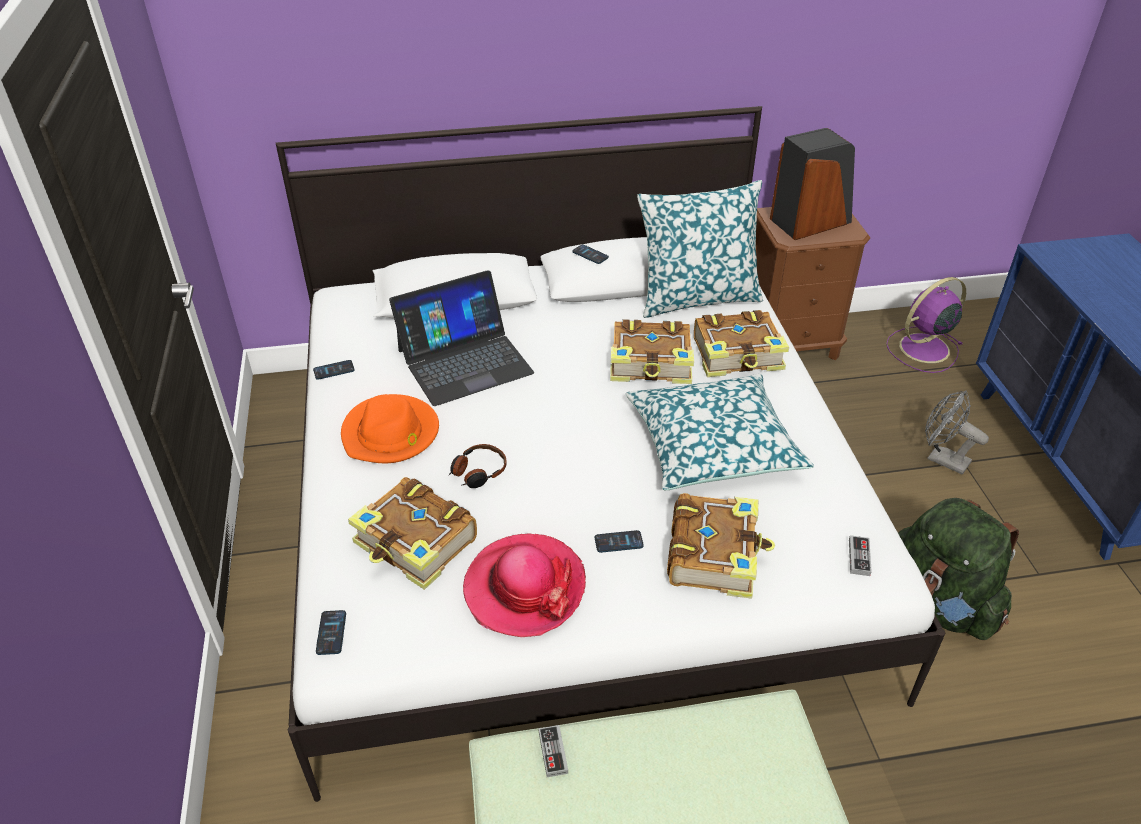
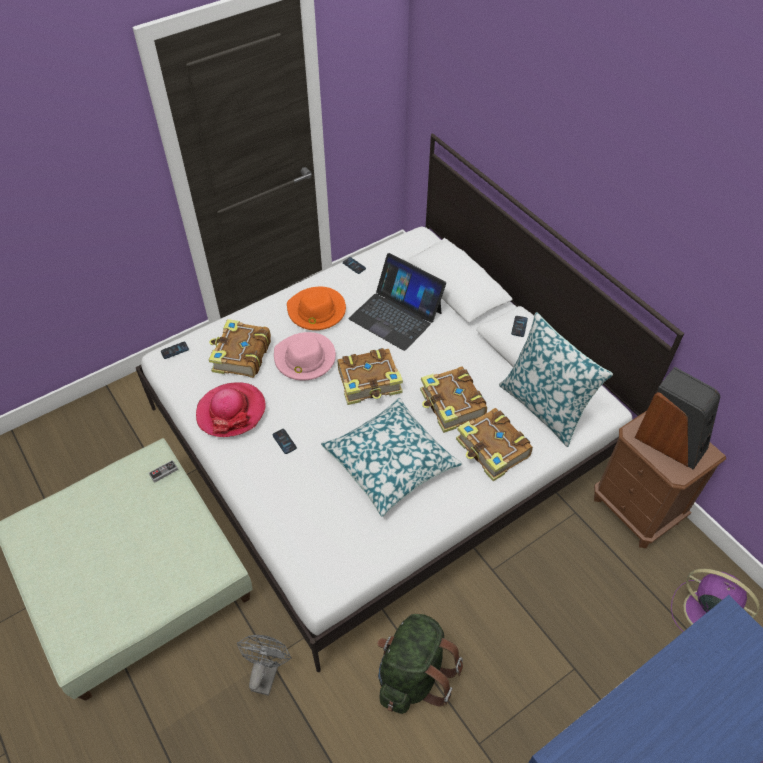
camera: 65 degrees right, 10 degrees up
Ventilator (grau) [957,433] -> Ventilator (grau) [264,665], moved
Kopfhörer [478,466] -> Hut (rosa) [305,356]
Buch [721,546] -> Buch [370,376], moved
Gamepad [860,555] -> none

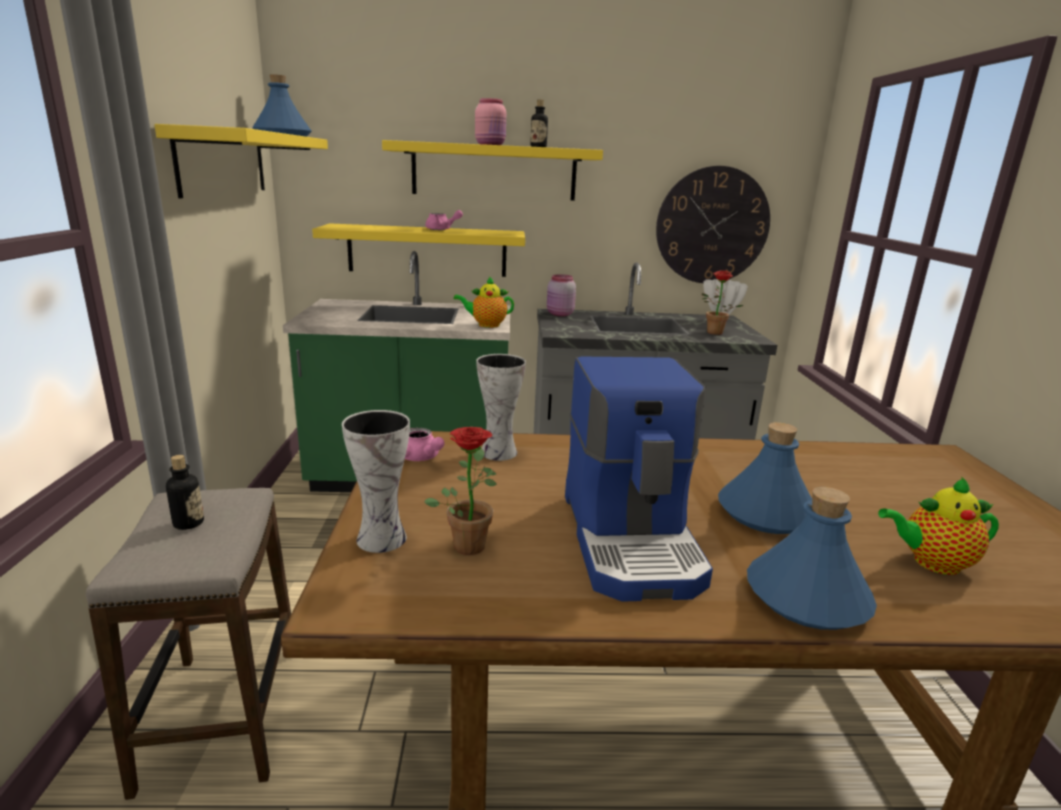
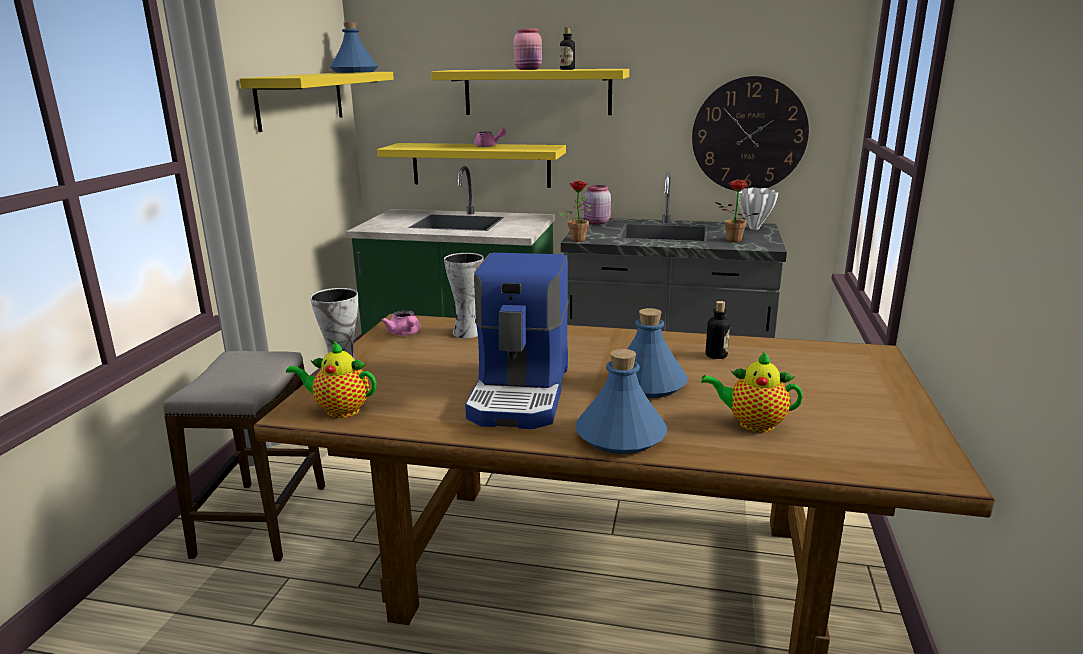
camera: 15 degrees right, 0 degrees up
Teekanne [484,302] -> Teekanne [331,379], moved
Topfpflanze [460,491] -> Topfpflanze [575,211], moved
Flasche [185,492] -> Flasche [718,330], moved

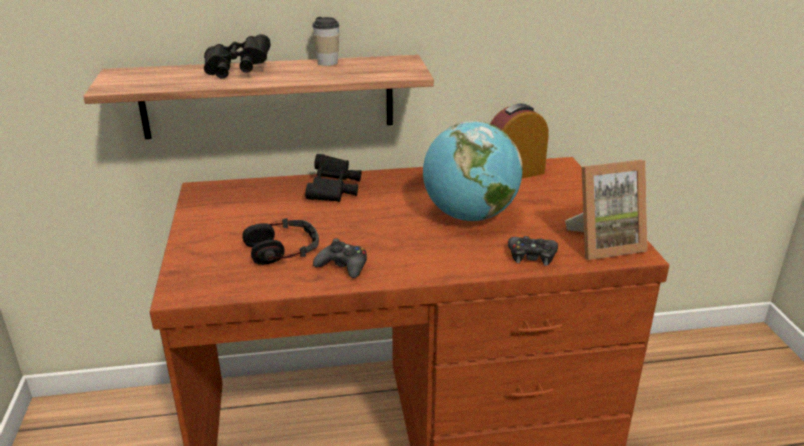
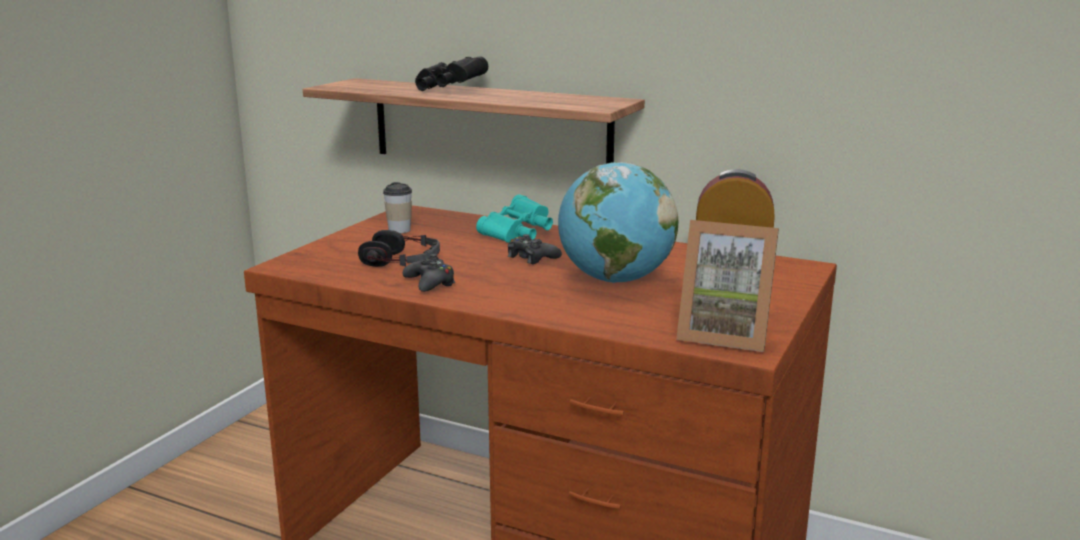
camera: 35 degrees right, 10 degrees down
Tasse [326,41] -> Tasse [397,208], moved
Fernglas (schwarz) [333,178] -> Fernglas (türkis) [514,218]
Gamepad (schwarz) [533,251] -> Gamepad (schwarz) [535,249], moved

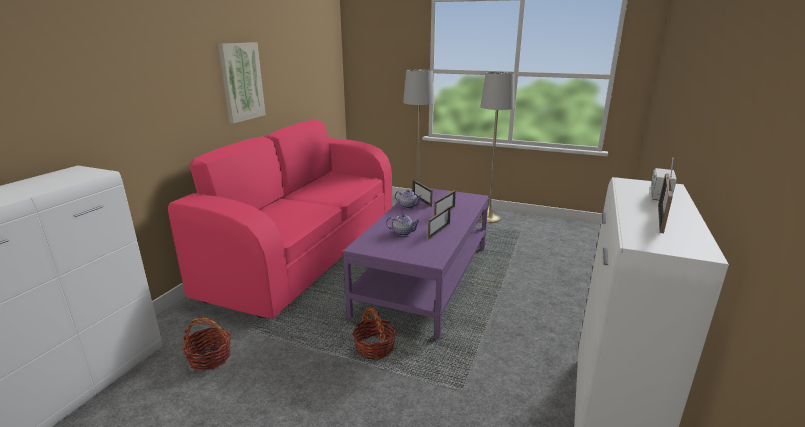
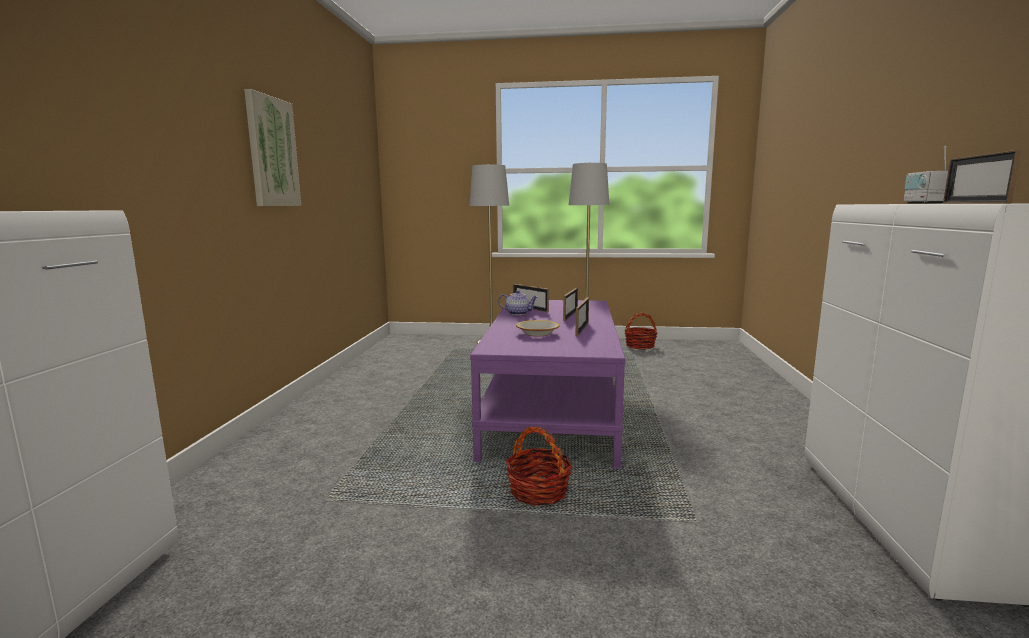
camera: 15 degrees left, 10 degrees down
Teekanne [403,225] -> Schüssel [538,328]
Korb [206,344] -> Korb [641,331], moved
Sofa (rosa) [280,218] -> none

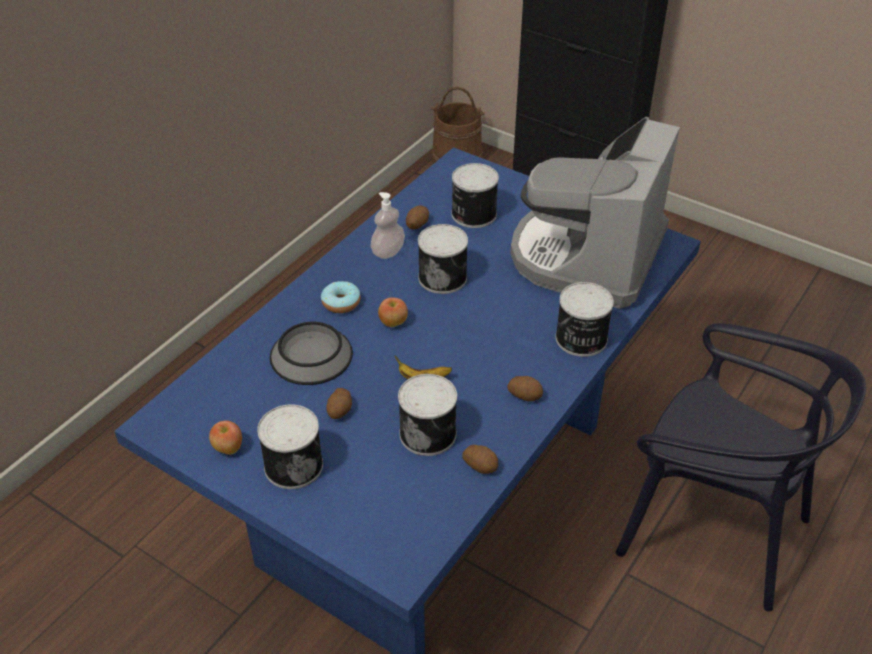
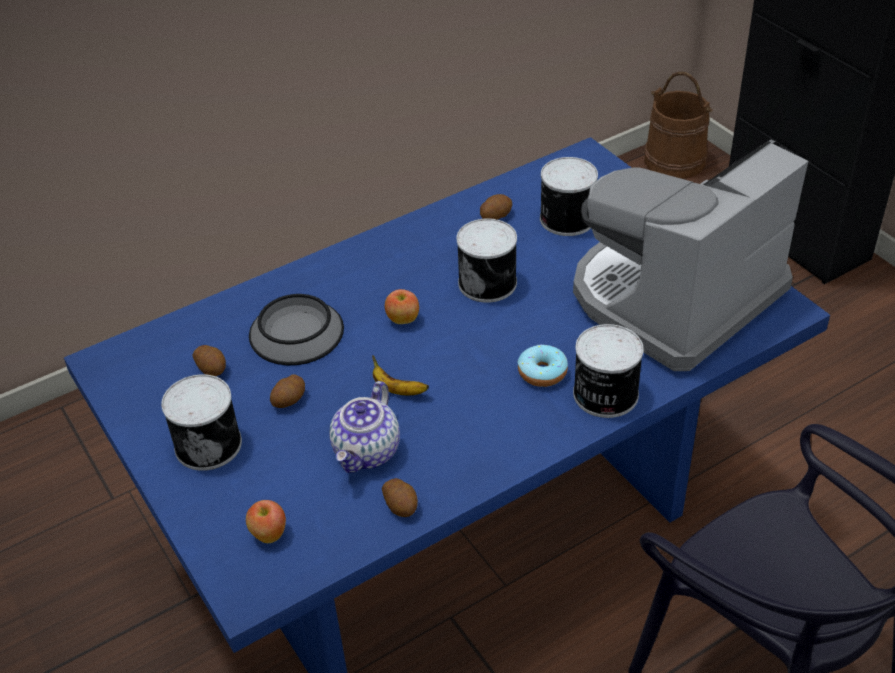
camera: 25 degrees right, 0 degrees up
Kartoffel [525,388] -> Kartoffel [209,360], moved
Apfel [225,438] -> Apfel [266,521], moved
Dose [427,415] -> Teekanne [364,427]
Donut [341,297] -> Donut [543,366], moved
Seifenspender [387,225] -> none

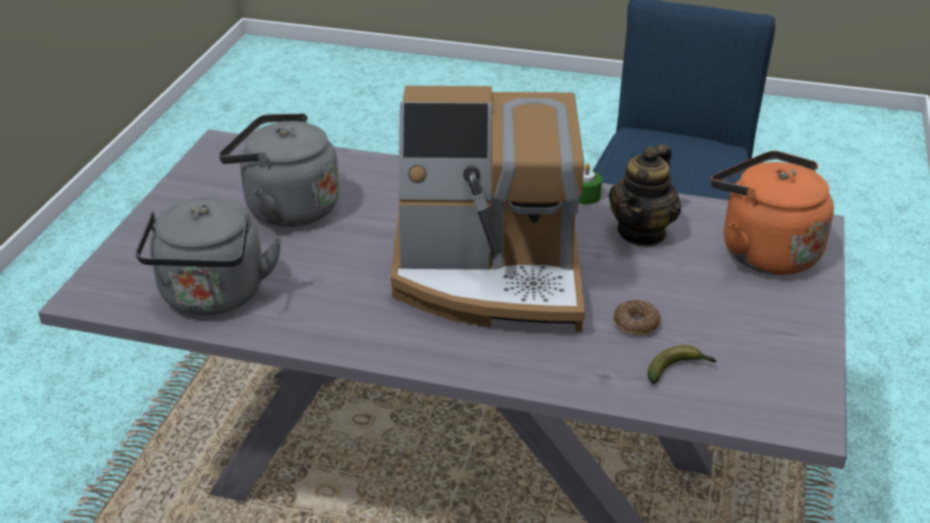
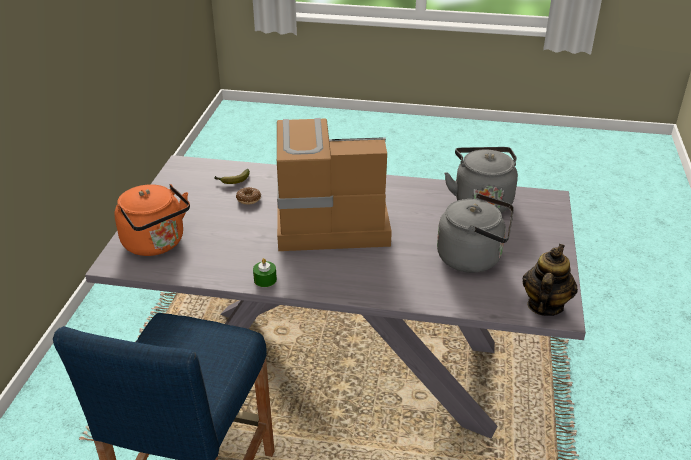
camera: 175 degrees right, 0 degrees up
Teekanne [645,195] -> Teekanne [550,280], moved

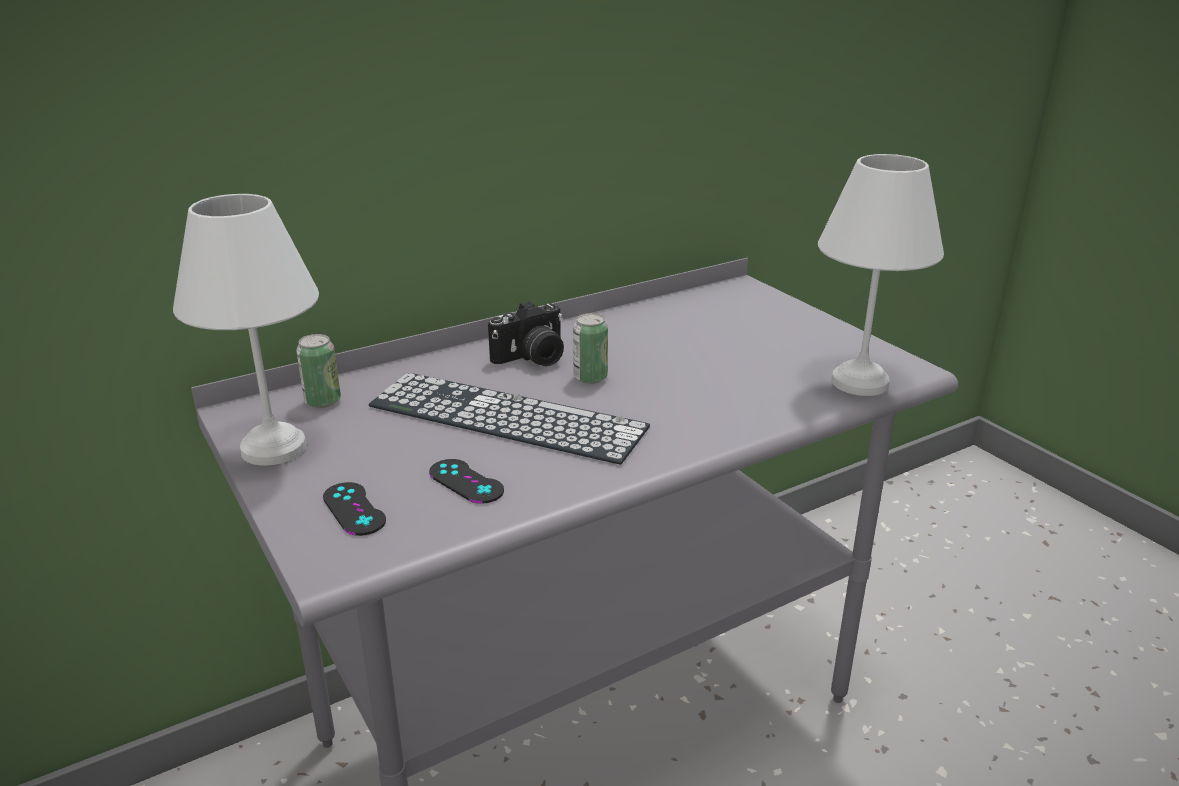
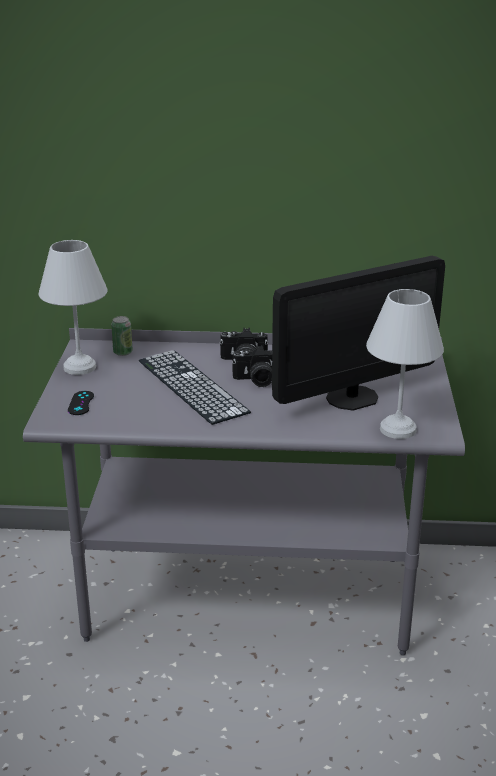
camera: 35 degrees right, 0 degrees up
Dose [590,348] -> Kamera [252,366]
none -> Monitor [358,333]
Gamepad (schwarz) [466,481] -> none

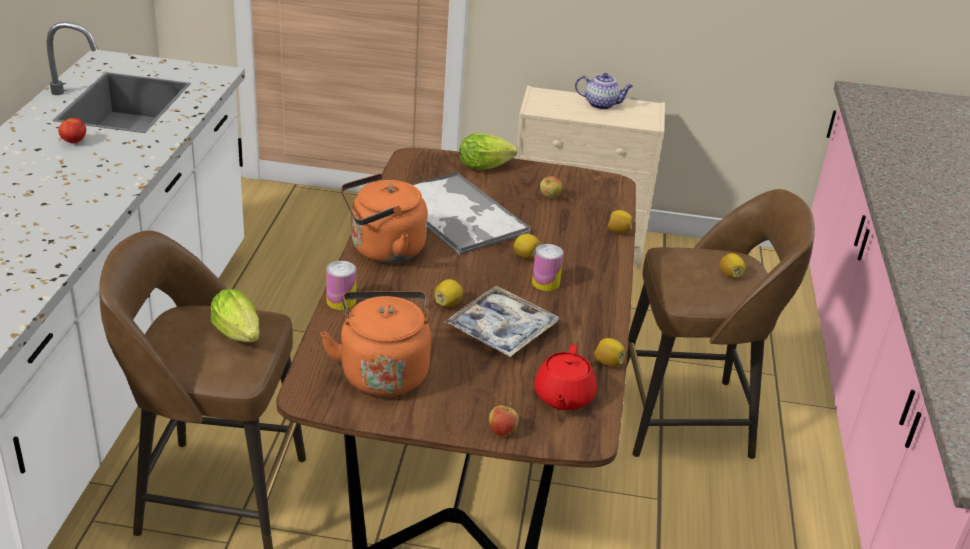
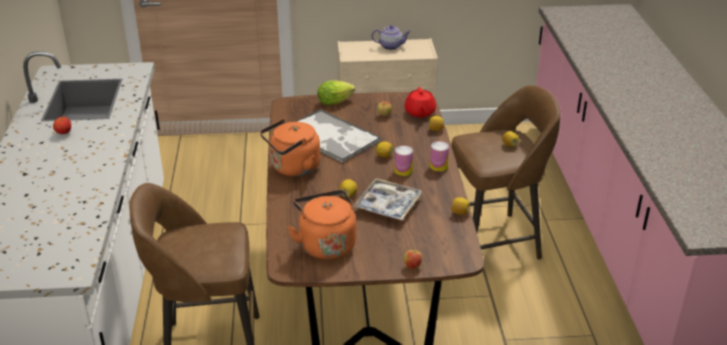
camera: 10 degrees left, 0 degrees up
Teekanne (rot) [565,377] -> Teekanne (rot) [420,102], moved
Dose [341,285] -> Dose [439,156], moved
Salatkopf [235,315] -> none

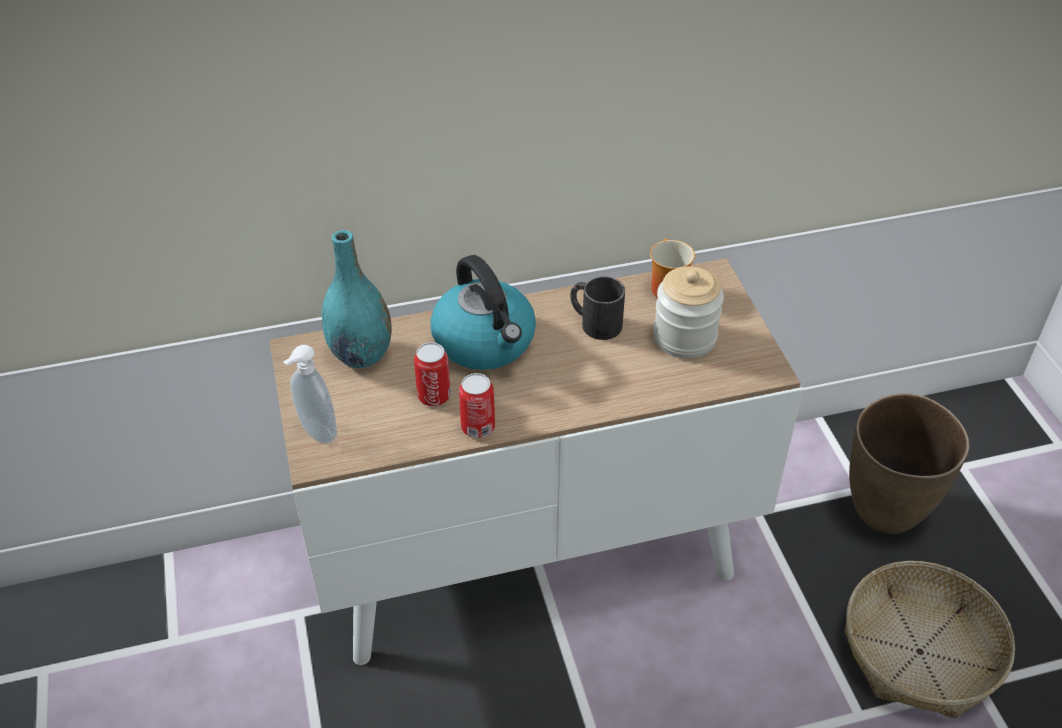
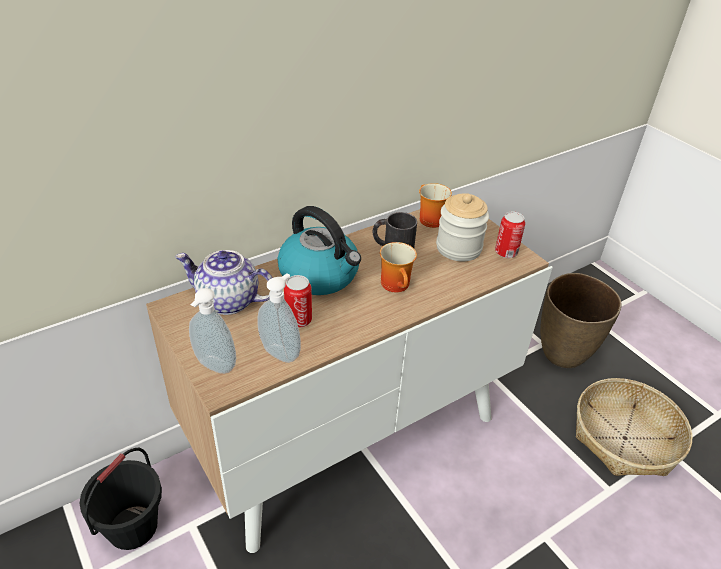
camera: 20 degrees left, 5 degrees down
none -> Eimer (schwarz) [121,499]
Vase (türkis) [357,299] -> Teekanne [223,282]
none -> Seifenspender [279,318]
none -> Henkelbecher [398,267]
Dose [477,405] -> Dose [510,234], moved

